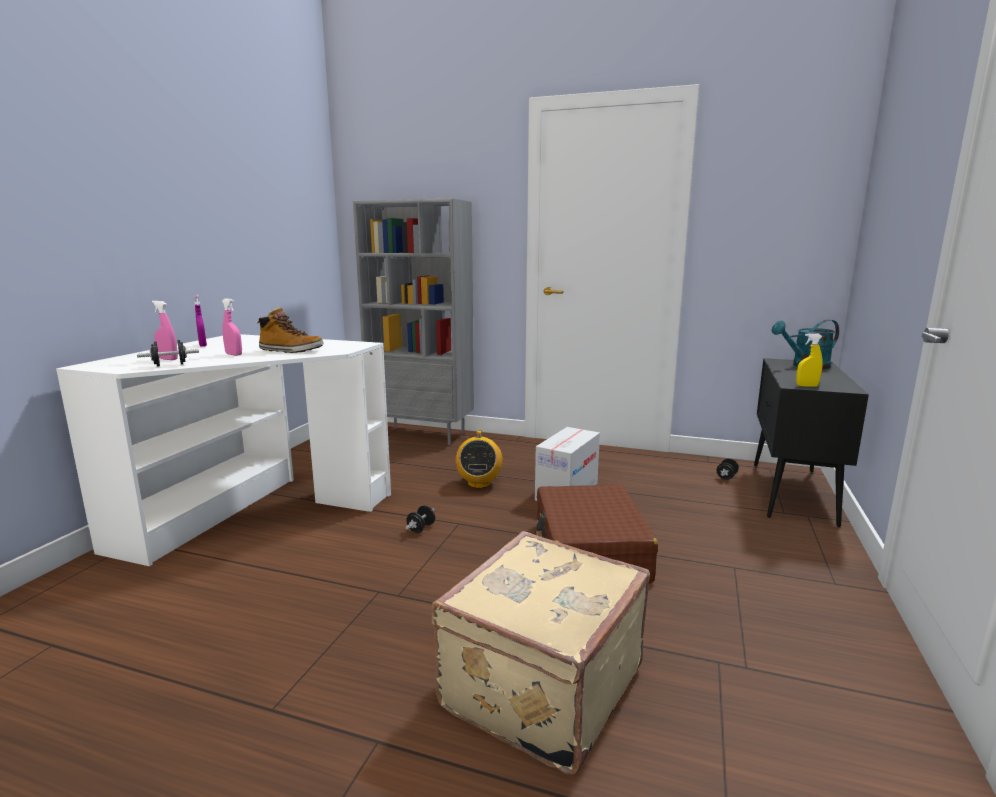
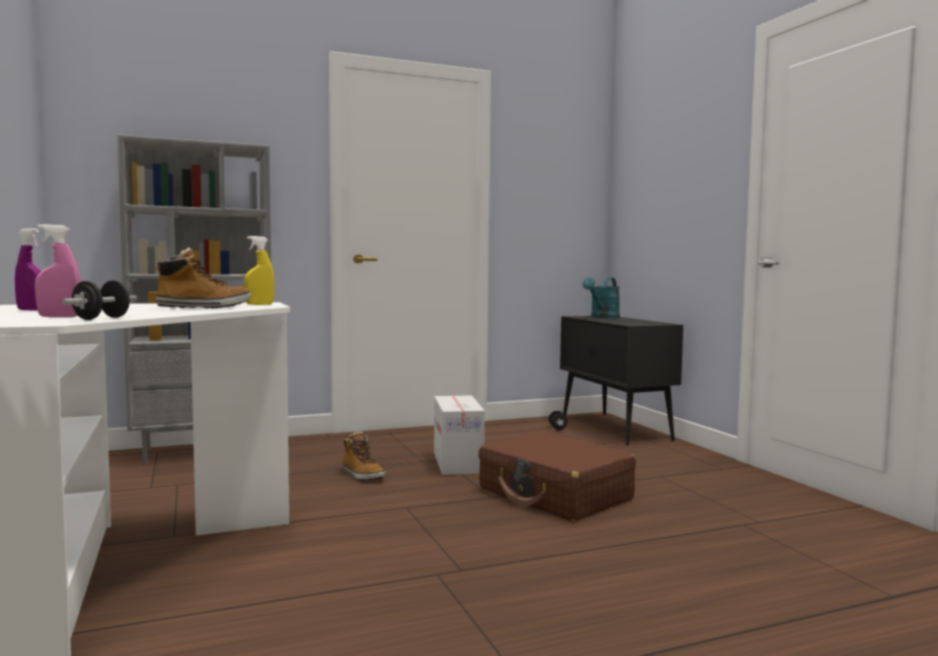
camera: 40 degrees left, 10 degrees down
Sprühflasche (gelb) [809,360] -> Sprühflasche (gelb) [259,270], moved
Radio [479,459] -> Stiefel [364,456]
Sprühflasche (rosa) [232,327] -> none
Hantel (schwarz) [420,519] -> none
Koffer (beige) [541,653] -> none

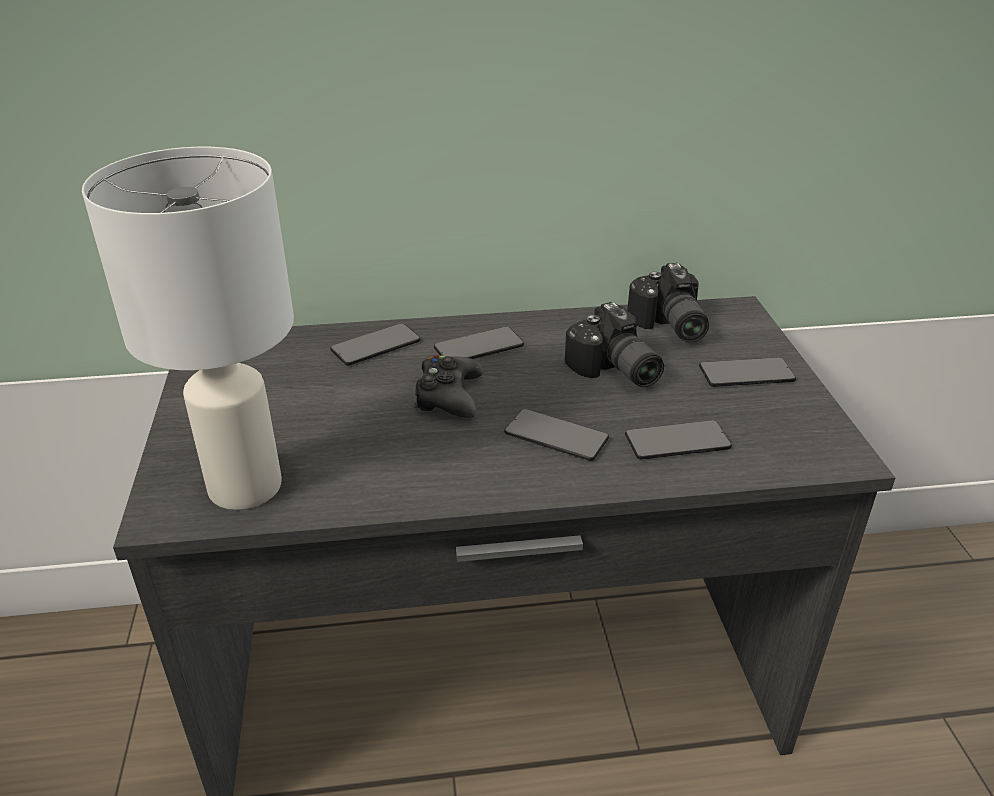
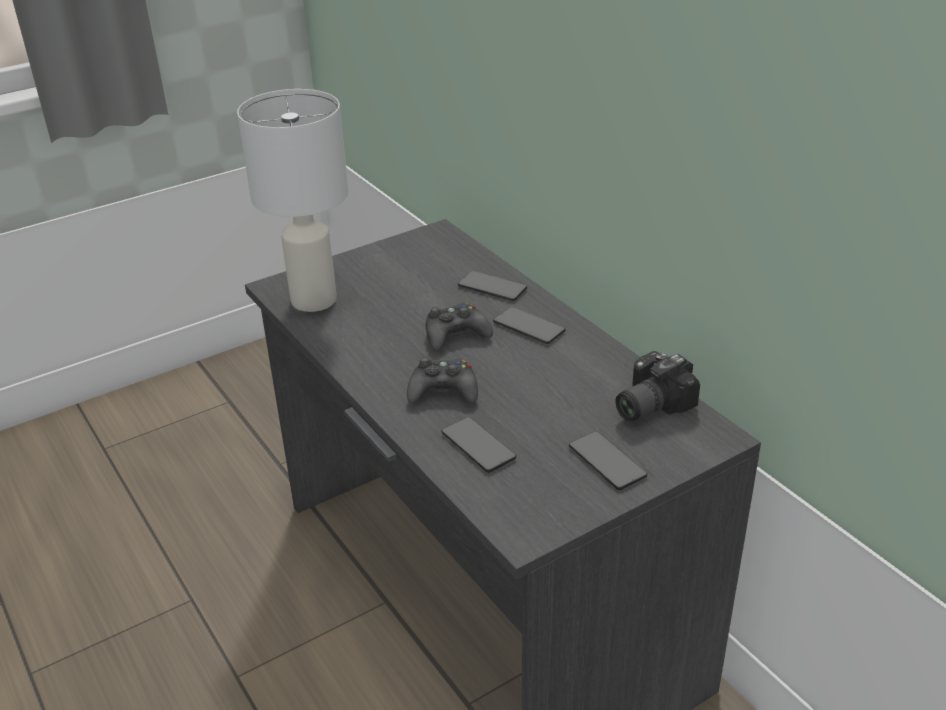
camera: 65 degrees right, 0 degrees up
Handy [556,435] -> Gamepad (schwarz) [442,380]
Kamera [614,344] -> none

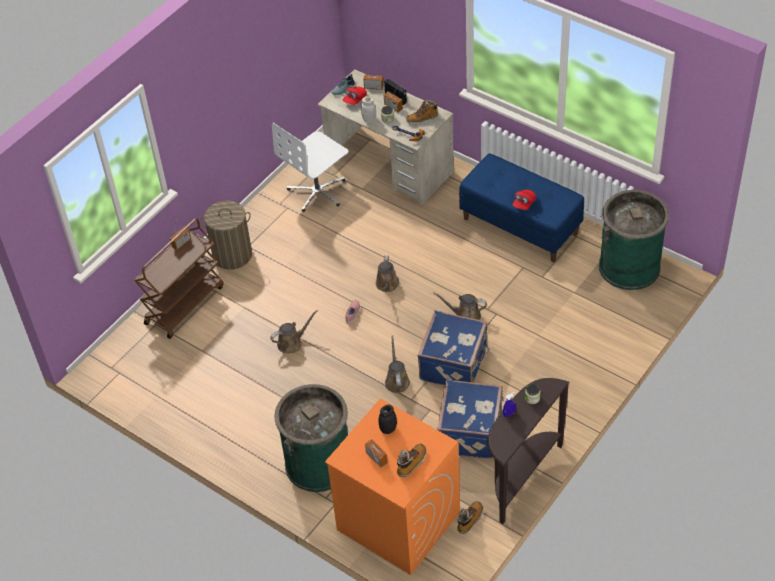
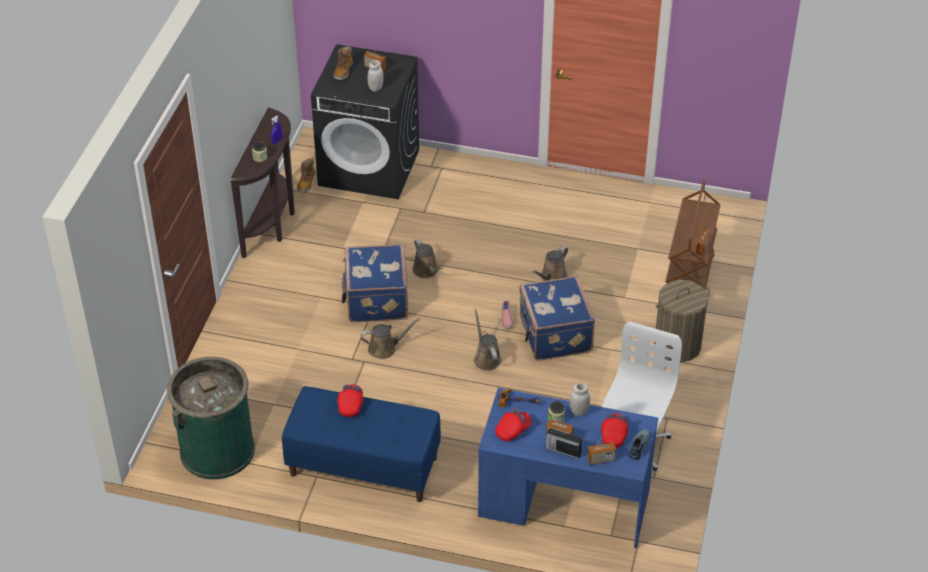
camera: 155 degrees right, 5 degrees down
Waschmaschine (orange) [392,486] -> Waschmaschine (schwarz) [365,121]
Vorratsglas (schwarz) [387,419] -> Vorratsglas (weiß) [376,76]
Schreibtisch (beige) [386,137] -> Schreibtisch (blau) [568,468]
Stiefel [422,112] -> Kappe (rot) [513,424]
Koffer (blau) [470,419] -> Koffer (blau) [557,318], moved
Mülleimer (grün) [311,438] -> none

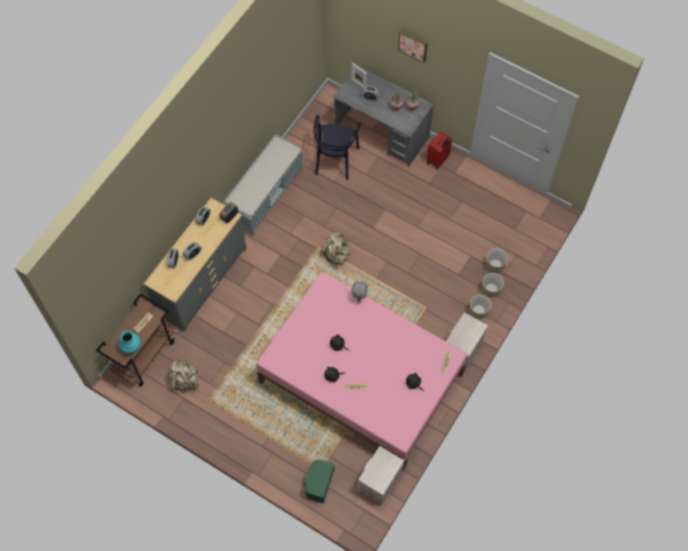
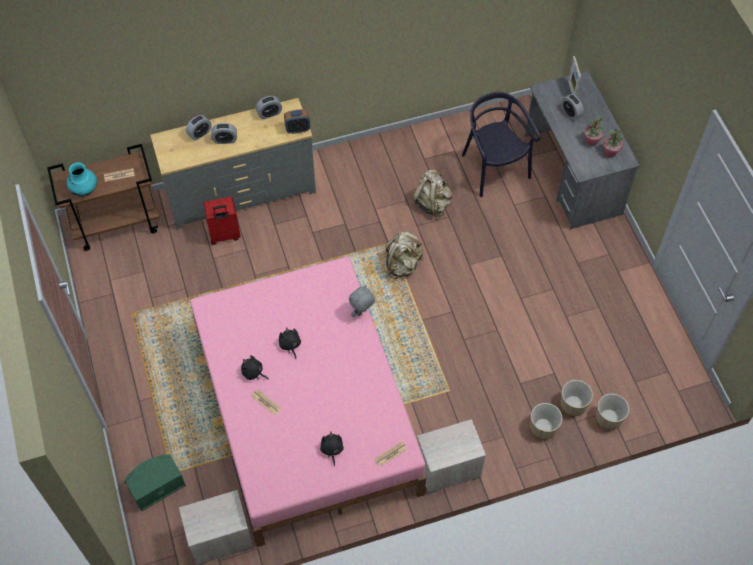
camera: 40 degrees right, 5 degrees down
Koffer (rot) [439,151] -> Koffer (rot) [222,221], moved
Rucksack (beige) [184,375] -> Rucksack (beige) [432,194], moved
Stuhl (schwarz) [337,147] -> Stuhl (schwarz) [501,144], 105 degrees clockwise
Pflanzkübel [480,306] -> Pflanzkübel [612,411], moved
Bank (grau) [263,185] -> none
Bild [413,46] -> none

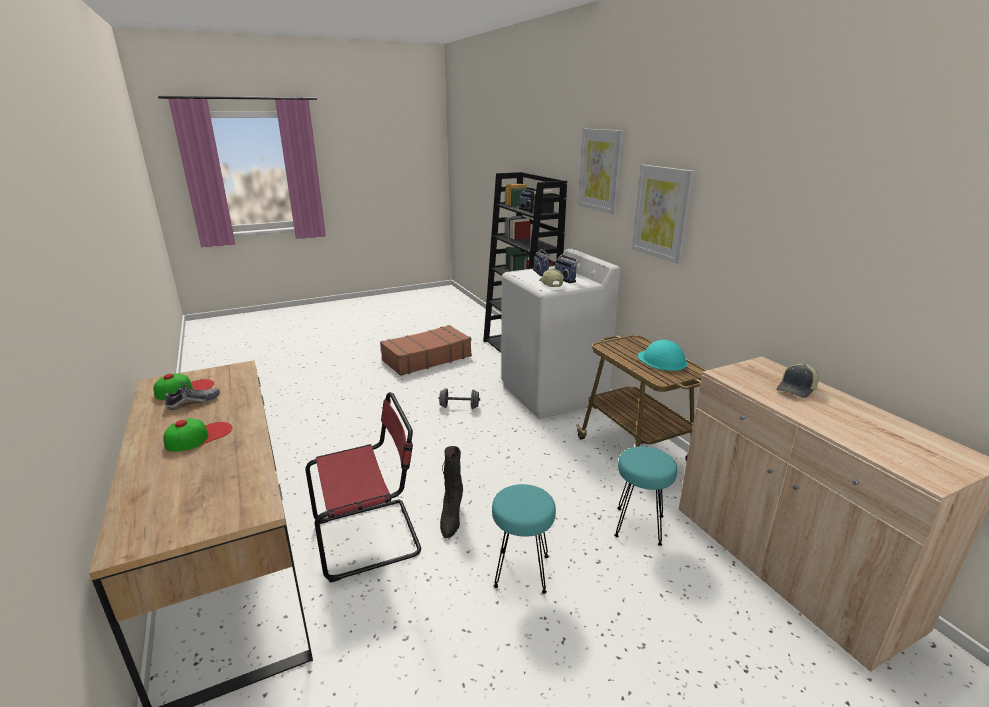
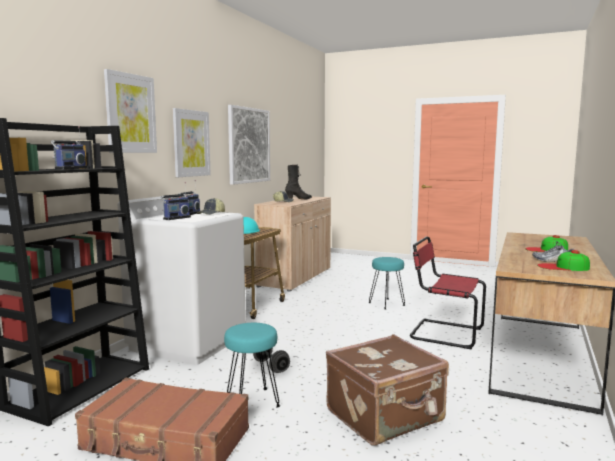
camera: 130 degrees left, 15 degrees down
Hocker (türkis) [645,496] -> Hocker (türkis) [252,365], moved
none -> Bild [249,145]
Stiefel (schwarz) [451,492] -> Stiefel (schwarz) [298,182], moved
none -> Koffer (braun) [387,389]

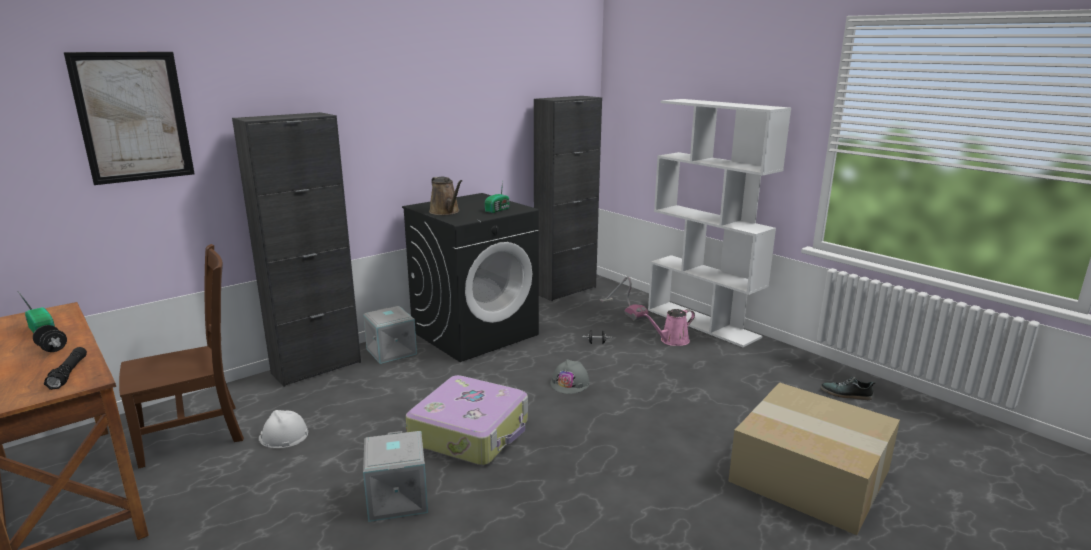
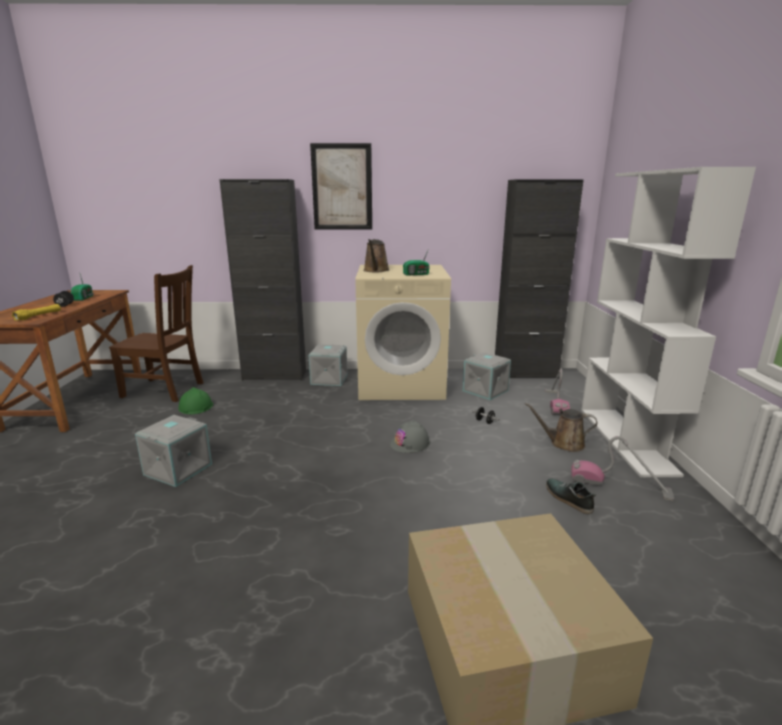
camera: 40 degrees right, 0 degrees up
Taschenlampe (schwarz) [65,368] -> Taschenlampe (gelb) [36,312]
Schutzhelm (weiß) [283,429] -> Schutzhelm (grün) [195,400]
Bild [129,118] -> Bild [341,186], moved
Waschmaschine (schwarz) [470,277] -> Waschmaschine (beige) [403,332]
none -> Aufbewahrungsbox (grau) [487,376]
Gießkanne (rosa) [669,327] -> Gießkanne (braun) [561,427]
Schuh [848,388] -> Schuh [571,496], moved
none -> Staubsauger [622,468]
Koffer [467,420] -> none

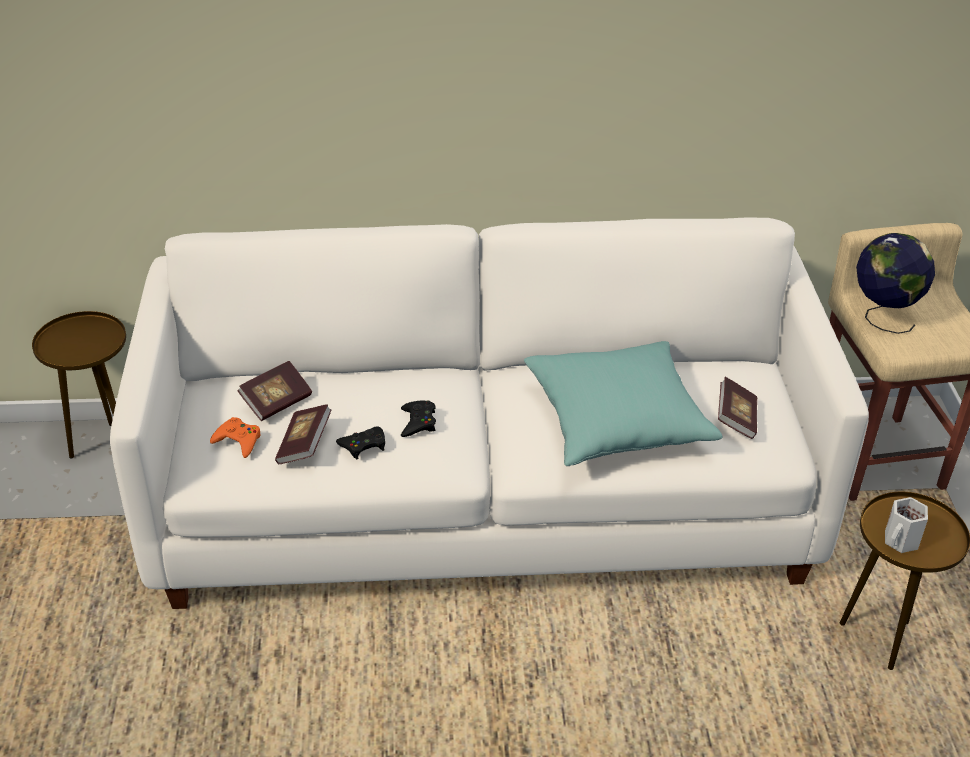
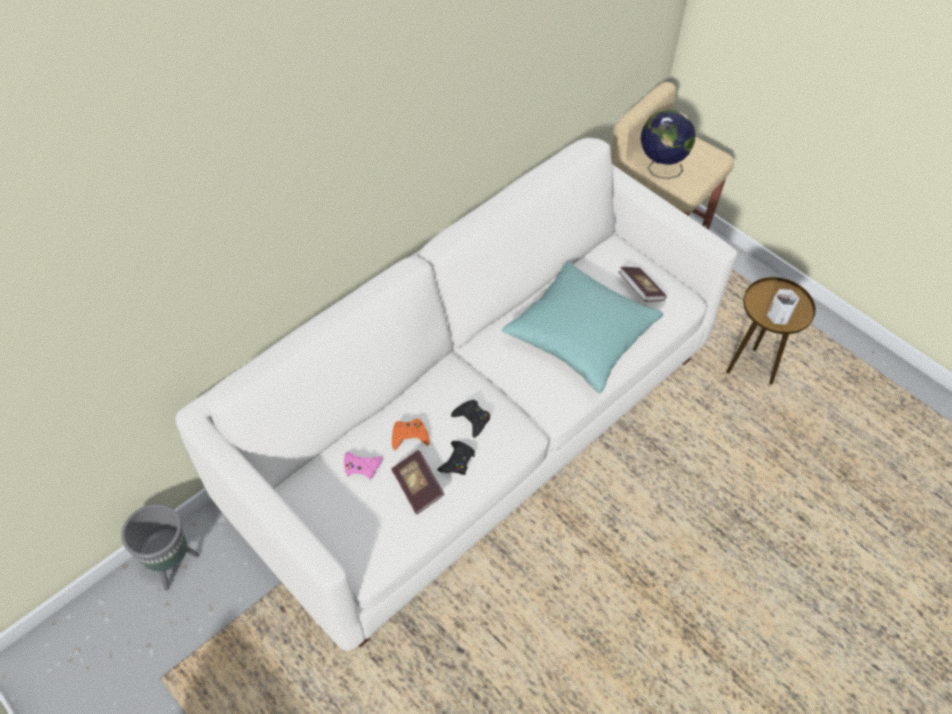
camera: 40 degrees left, 15 degrees up
Beistelltisch (braun) [79,384] -> Pflanzkübel (grau) [160,547]
Buch [274,391] -> Gamepad (rosa) [363,466]
Gamepad (orange) [235,437] -> Gamepad (orange) [411,434], moved

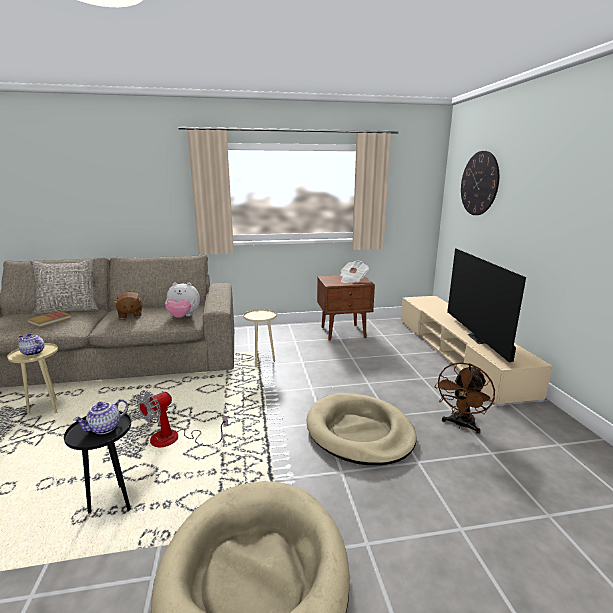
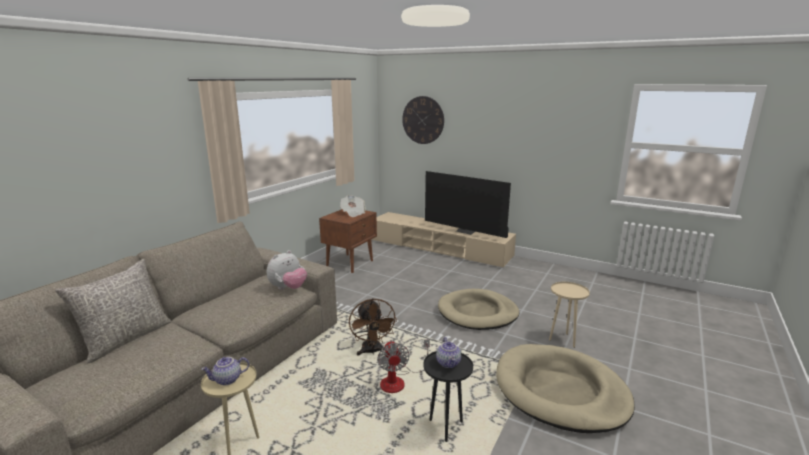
camera: 50 degrees left, 0 degrees up
Ventilator (braun) [464,398] -> Ventilator (braun) [373,326], moved
Beistelltisch (beige) [260,338] -> Beistelltisch (beige) [569,315], moved
Buch [49,319] -> none
Plüschtier (braun) [127,305] -> none

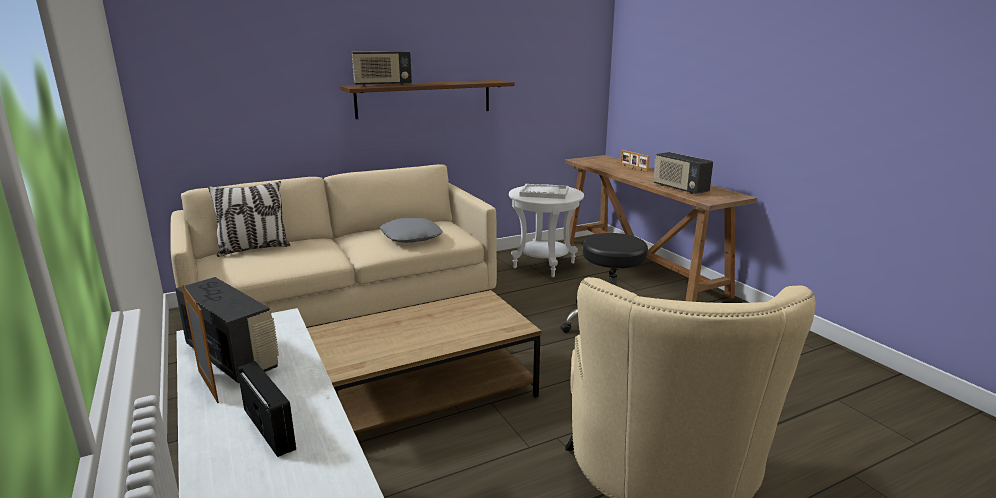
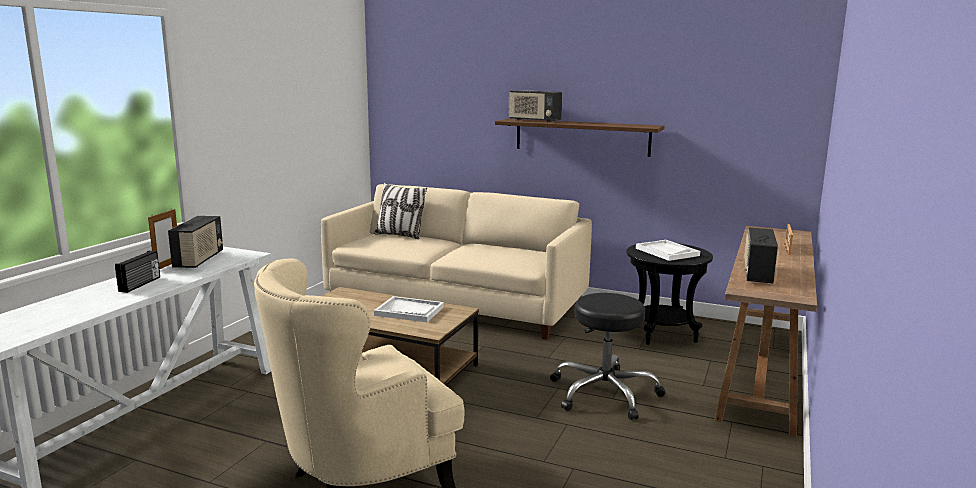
camera: 50 degrees right, 5 degrees down
none -> Tablett (weiß) [409,309]
Beistelltisch (weiß) [546,231] -> Beistelltisch (schwarz) [669,294]
Kissen (grau) [411,230] -> none

